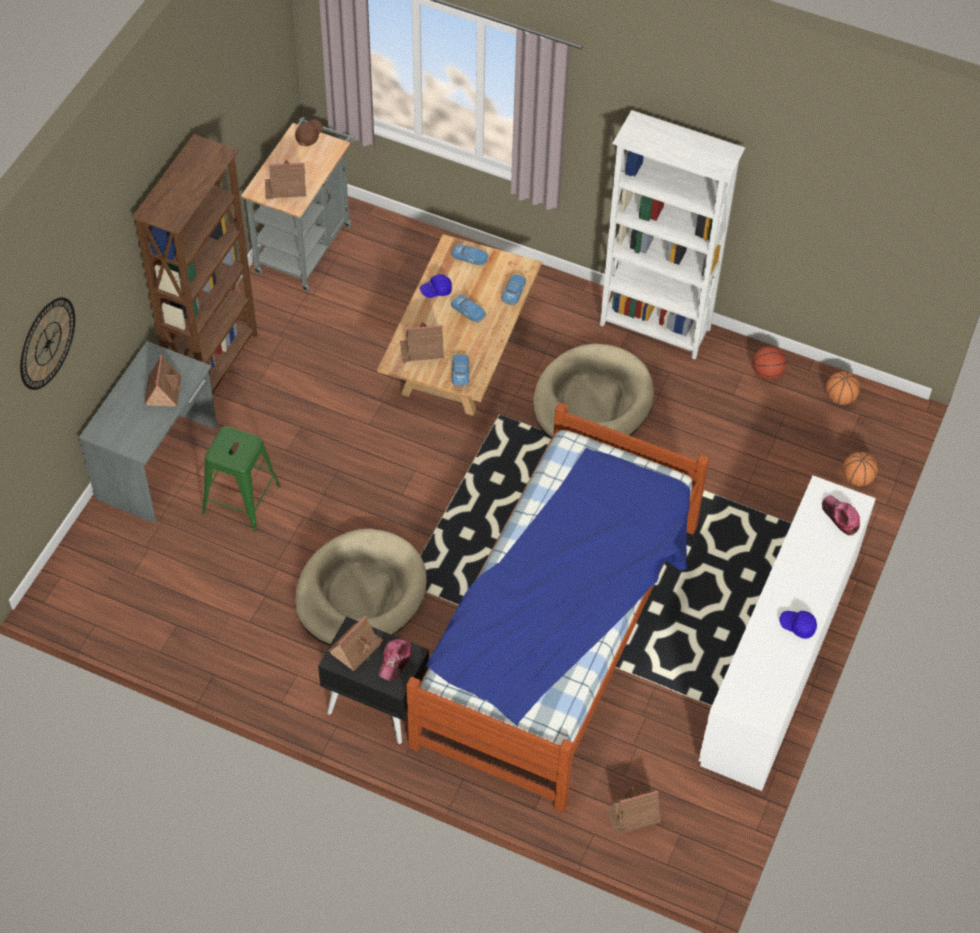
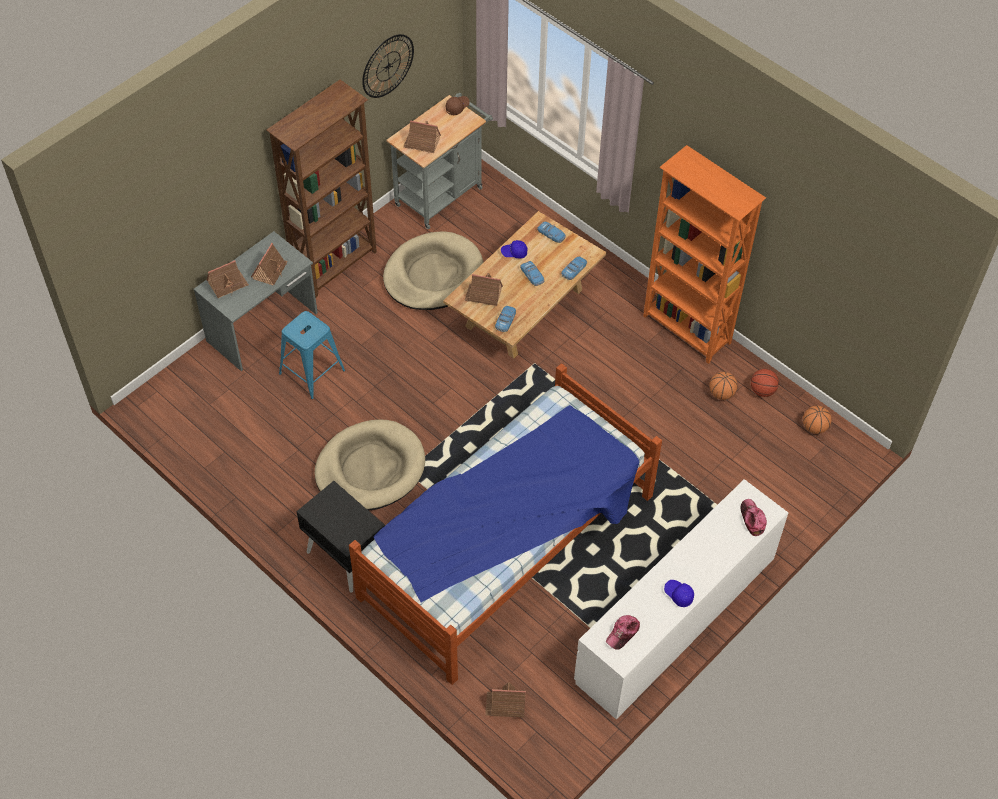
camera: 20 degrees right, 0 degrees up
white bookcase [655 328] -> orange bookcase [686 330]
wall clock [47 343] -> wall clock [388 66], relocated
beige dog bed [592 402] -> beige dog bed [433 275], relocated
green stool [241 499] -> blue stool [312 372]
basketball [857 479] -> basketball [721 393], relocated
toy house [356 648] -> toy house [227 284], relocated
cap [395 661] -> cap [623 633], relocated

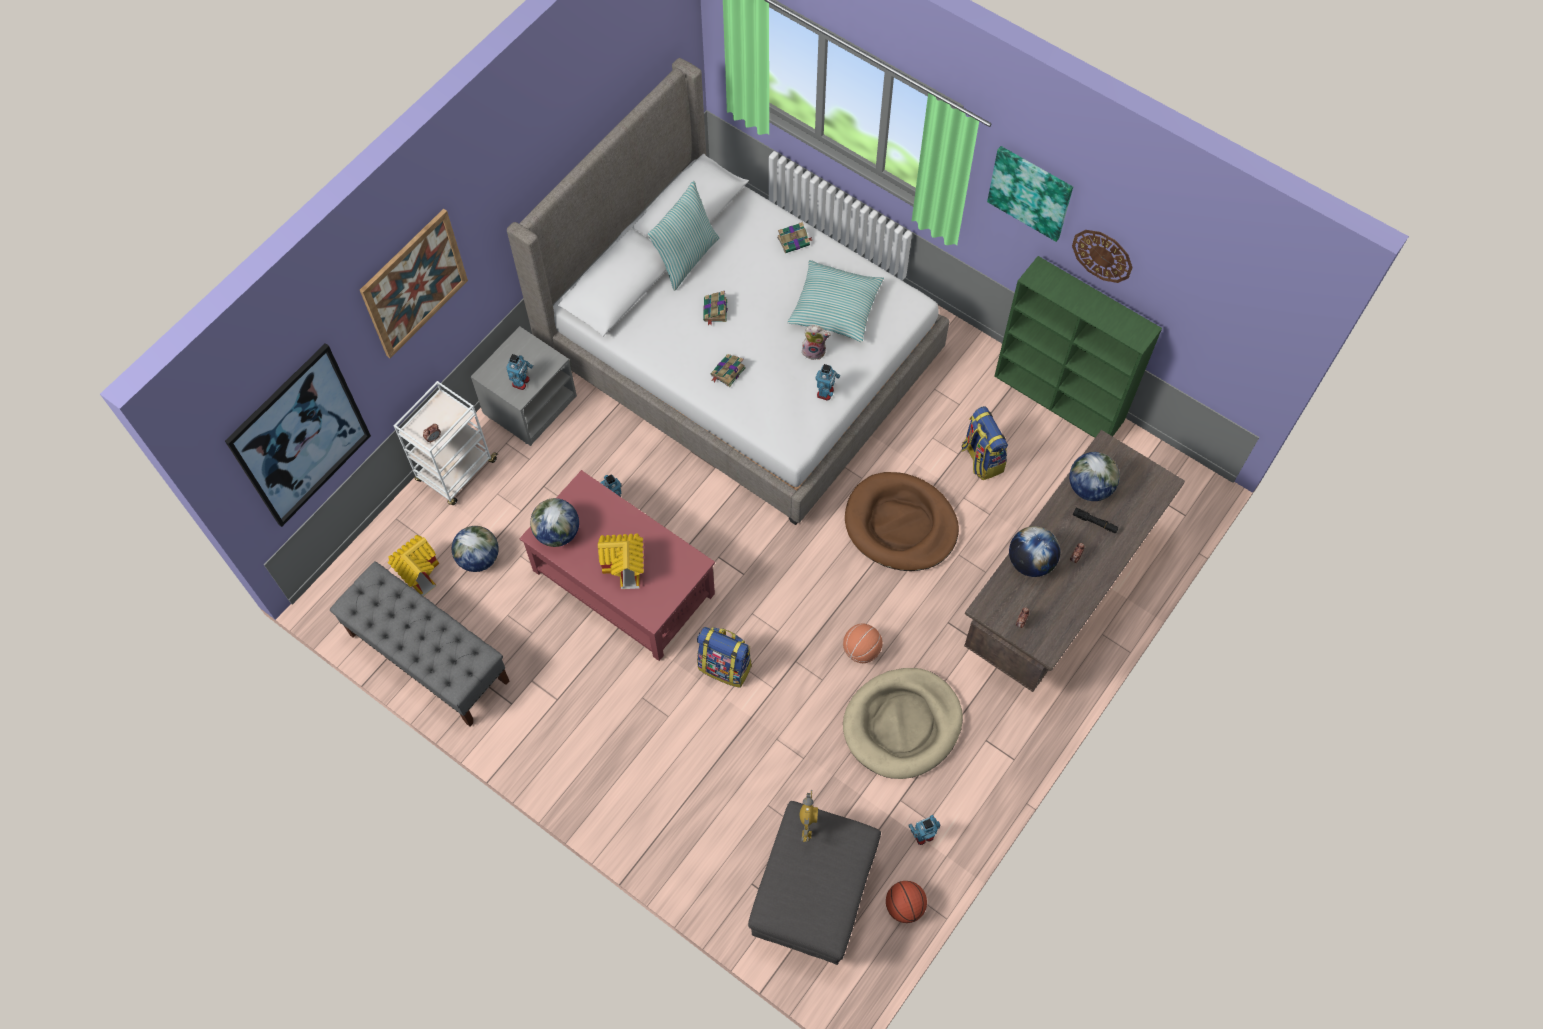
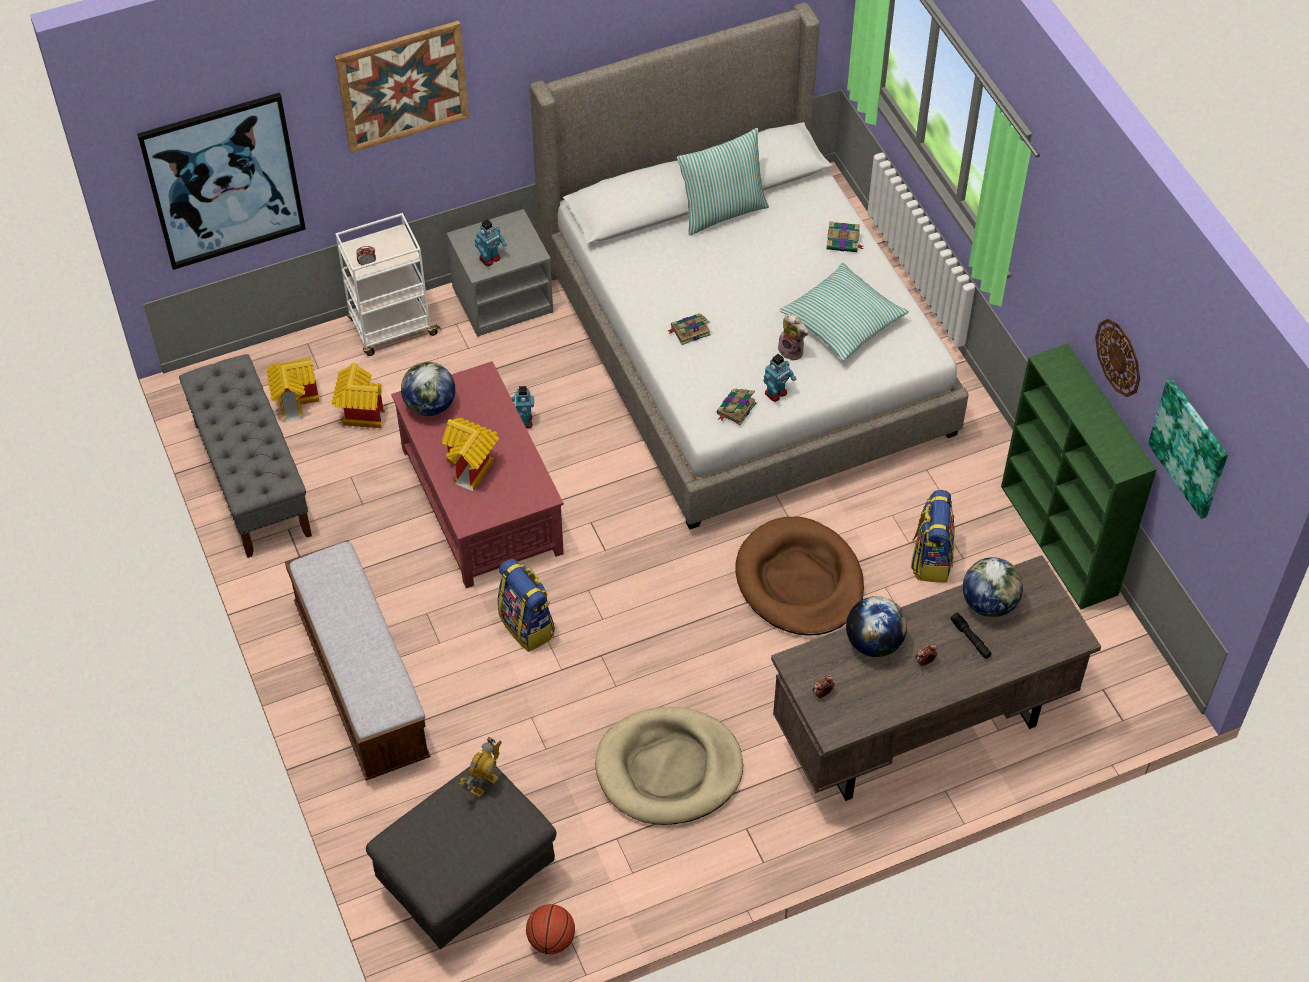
camera: 30 degrees right, 10 degrees down
picture [1030 192] -> picture [1190 447], relocated
book [715 311] -> book [735 409], relocated
globe [478 558] -> toy house [359 413]
basketball [861 650] -> none
toy robot [923 835] -> none
none -> bench [361 682]

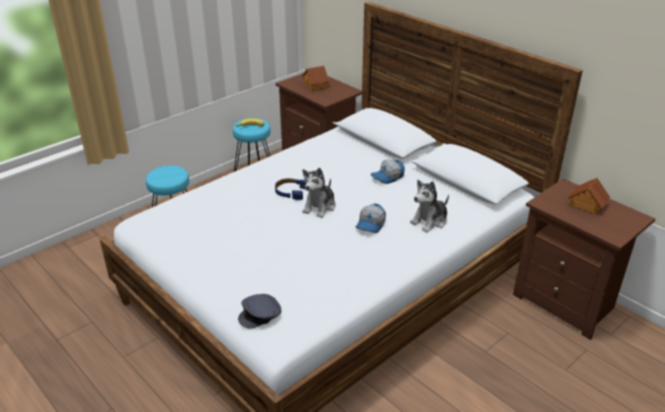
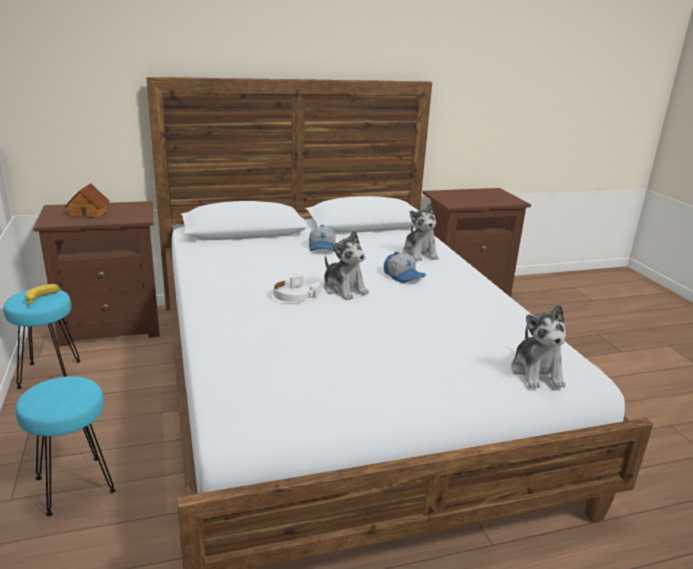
camera: 65 degrees left, 10 degrees down
blue headphones [291 192] -> white headphones [294 295]
toy house [586 205] -> none
grey cap [260 315] -> plush toy [537 372]

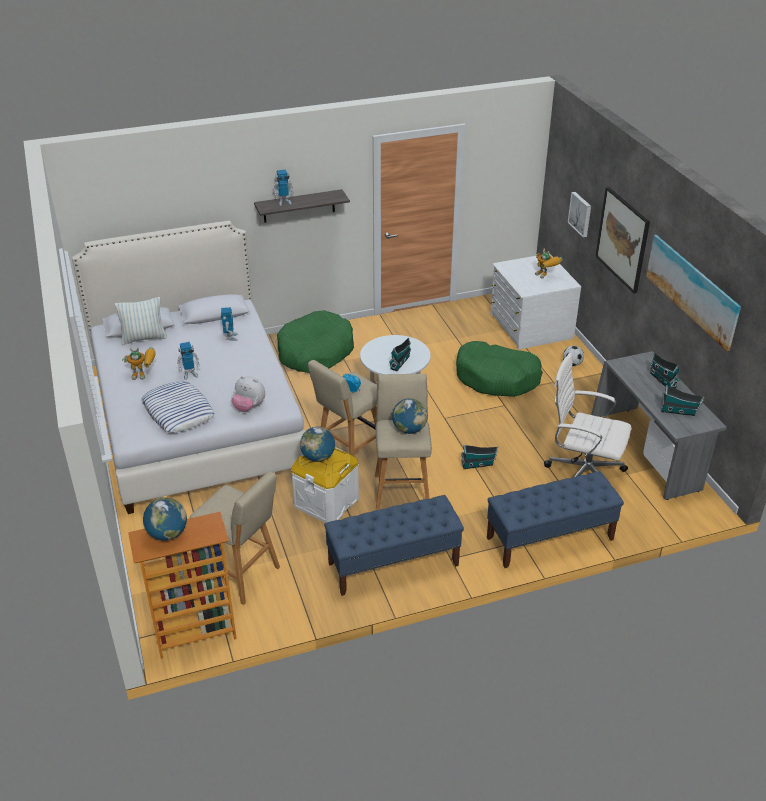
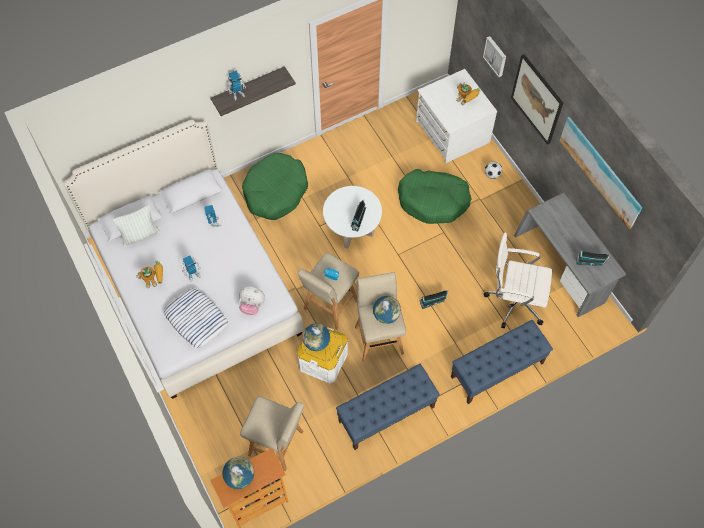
camera: 10 degrees left, 25 degrees up
toy house [662 379] -> none

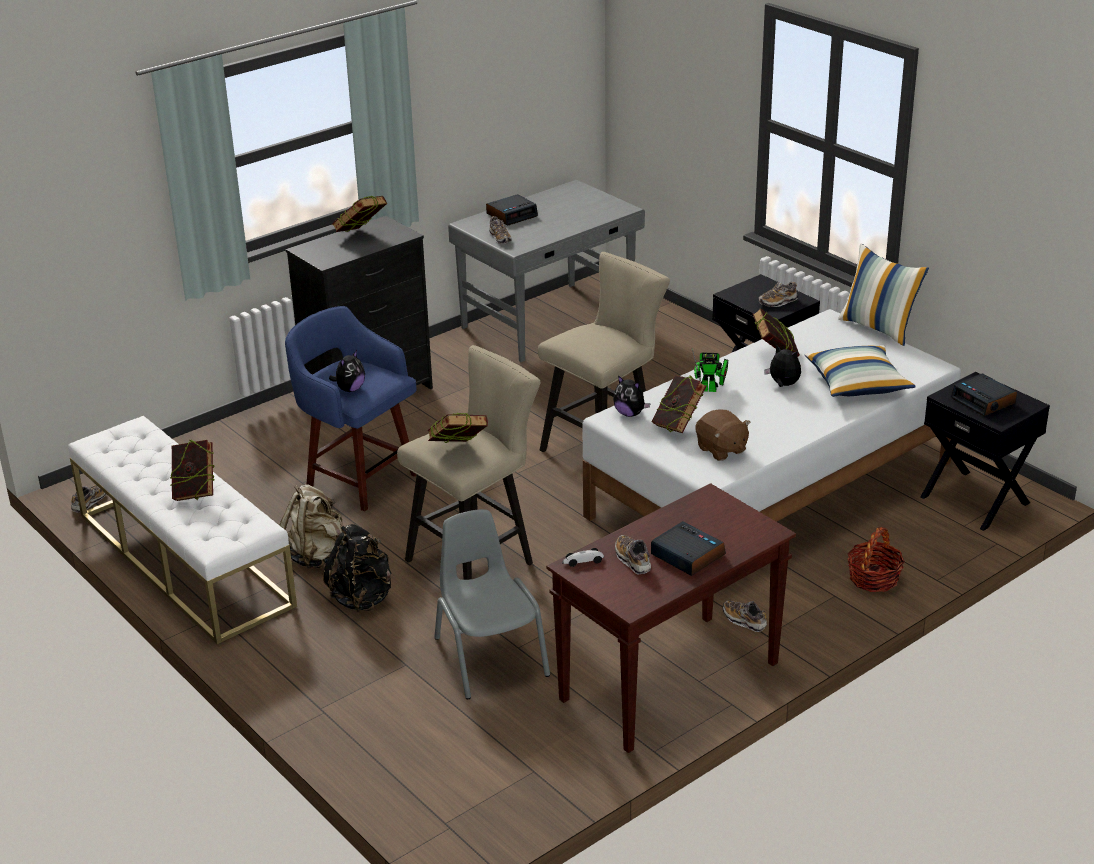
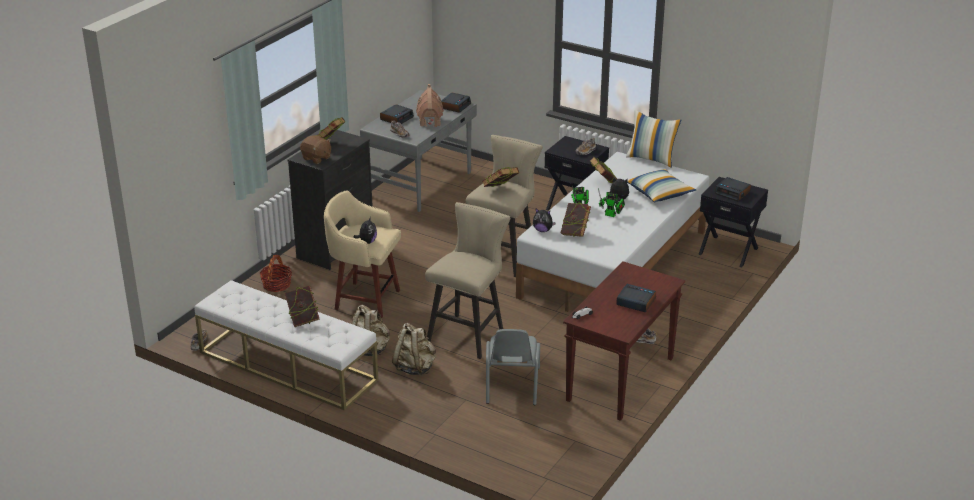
camera: 20 degrees left, 0 degrees up
blue stool [359 479] -> beige stool [365 299]
brown plush toy [721 450] -> brown plush toy [316 158], relocated
book [458 452] -> book [500 190], relocated
grey chair [490 656] -> grey chair [511 385], 135 degrees counterclockwise
black backpack [363 597] -> beige backpack [415 367]
basket [873 578] -> basket [276 285], relocated
shoe [632 560] -> none
none -> toy house [430 122]
none -> alarm clock [455 106]
none -> toy robot [611 215]

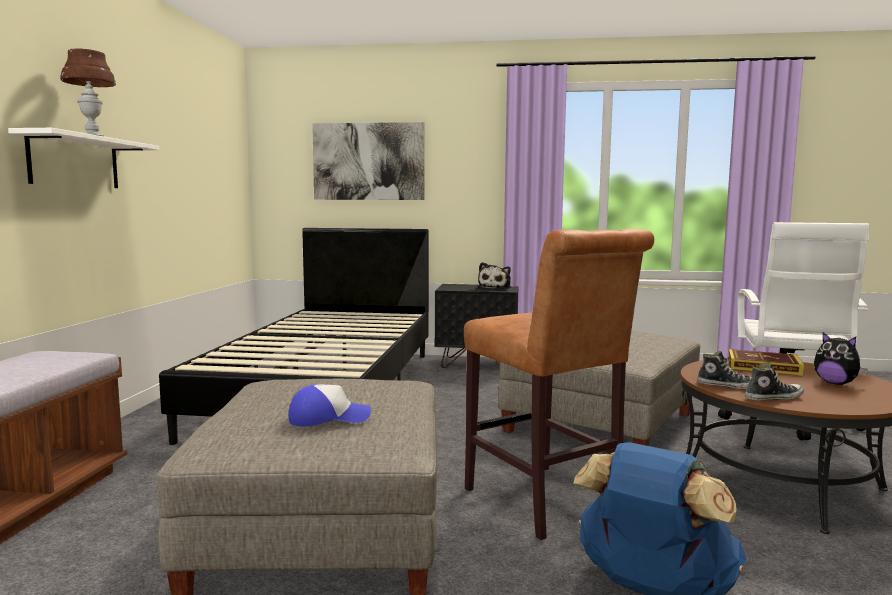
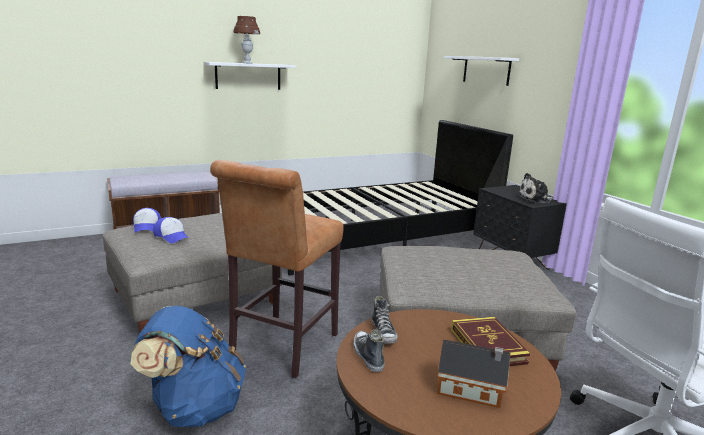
camera: 55 degrees right, 10 degrees up
picture [368 161] -> white shelf [486 70]
plush toy [836 383] -> toy house [472 389]
shoe [773 397] -> shoe [368 355], 150 degrees counterclockwise
none -> cap [147 227]

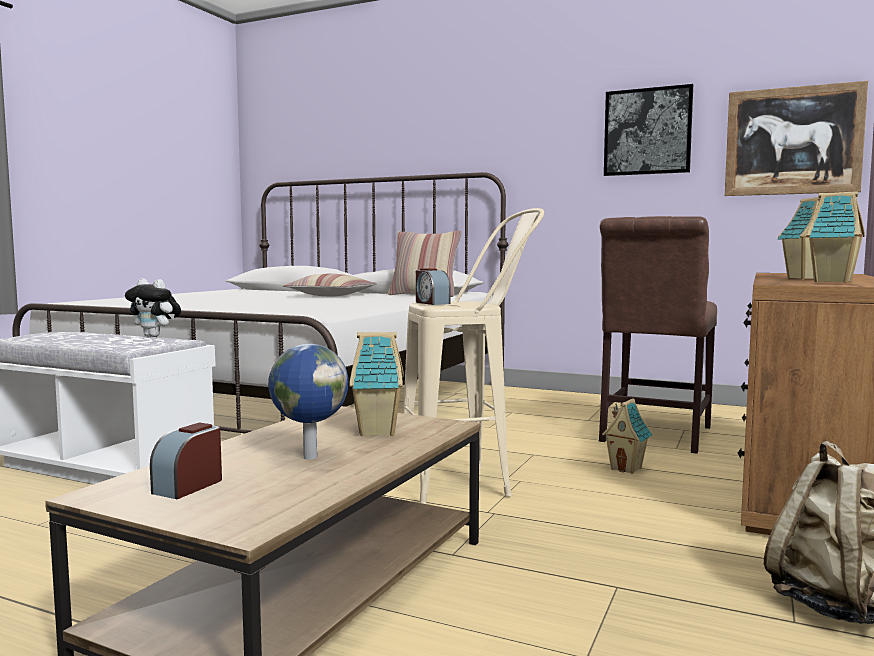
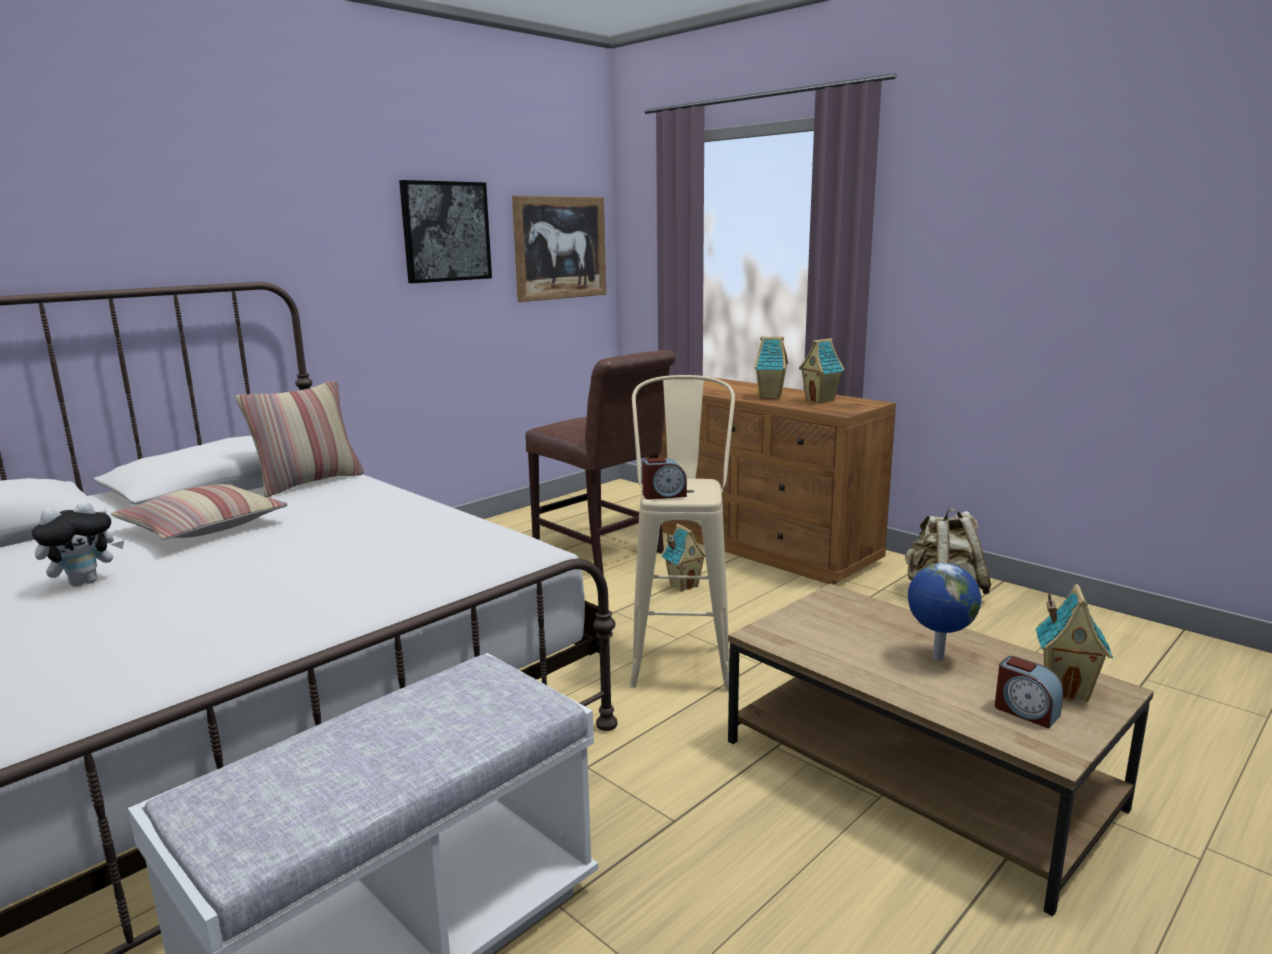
camera: 70 degrees left, 10 degrees up
plush toy [155 336] -> plush toy [85 582], relocated
toy house [379 432] -> toy house [1066 690], relocated

